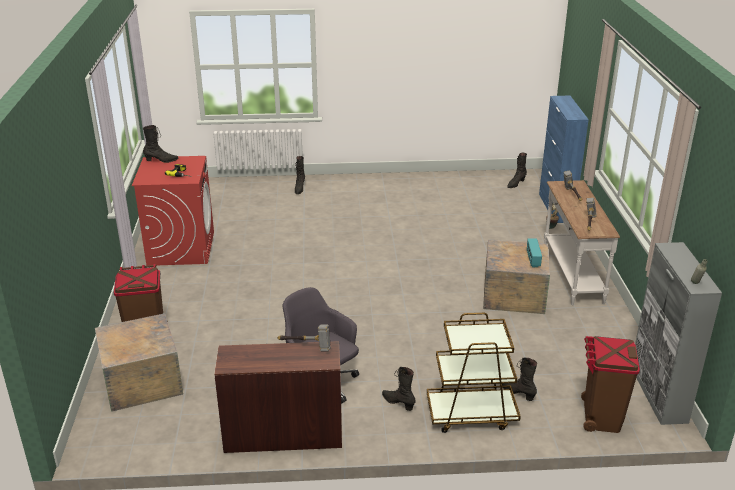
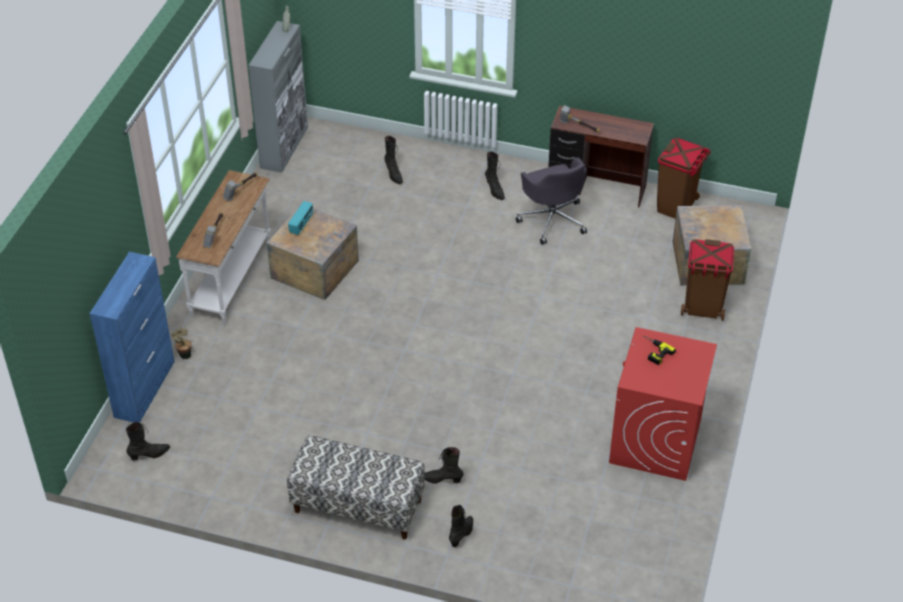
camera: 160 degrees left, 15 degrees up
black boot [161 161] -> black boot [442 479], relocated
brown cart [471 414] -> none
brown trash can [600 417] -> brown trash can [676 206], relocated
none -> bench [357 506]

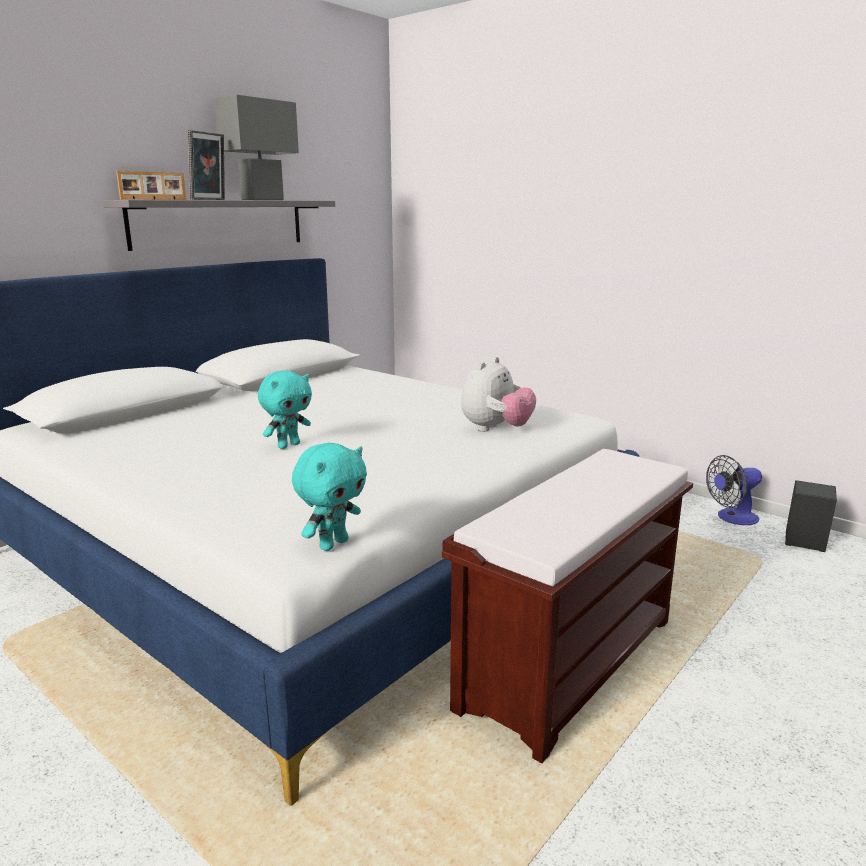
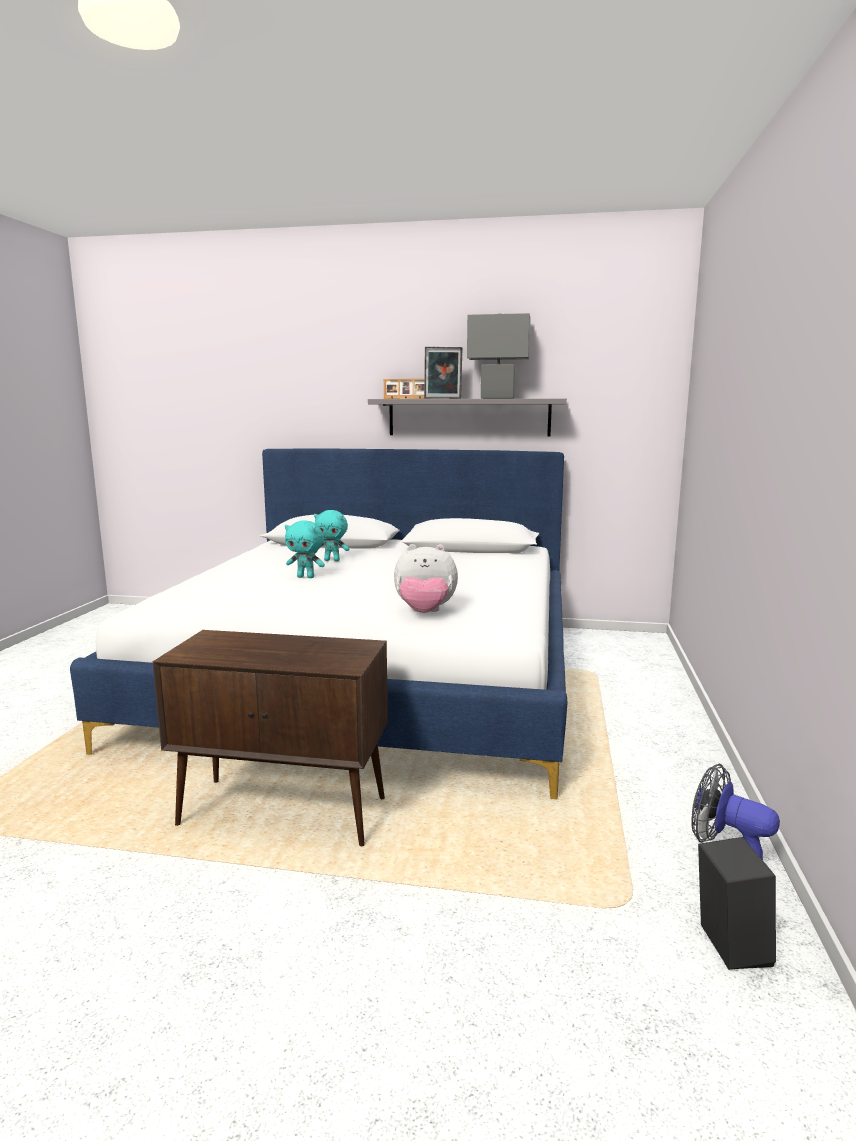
camera: 60 degrees right, 5 degrees down
turquoise plush toy [333 544] -> turquoise plush toy [332 560], relocated
brown bench [569 662] -> brown cabinet [285 812]

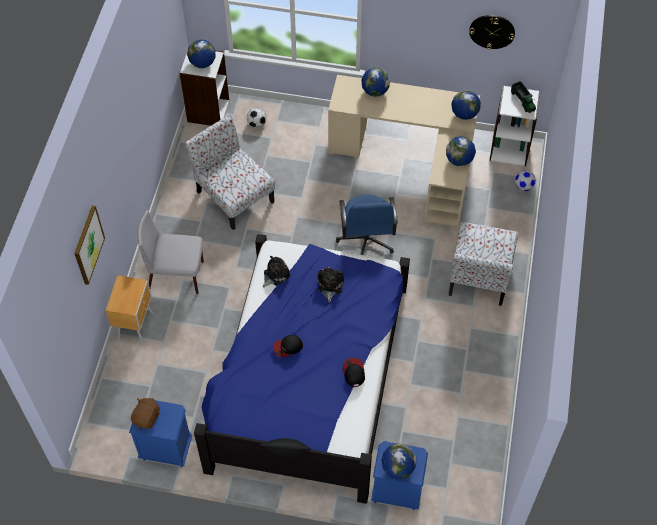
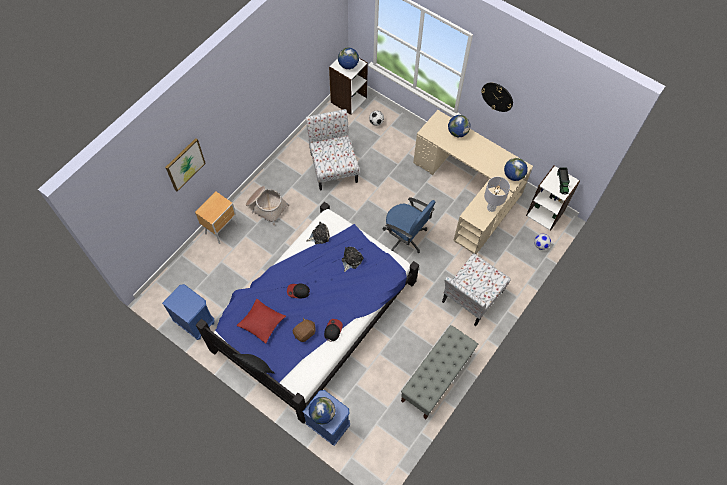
camera: 25 degrees right, 5 degrees up
wall clock [492 31] -> wall clock [497 96], relocated
globe [459 160] -> grey table lamp [491 208]
blue office chair [366 241] -> blue office chair [405 237], 75 degrees counterclockwise
grey chair [177 275] -> basket [266 206]
brown plush toy [147 417] -> brown plush toy [305 333], relocated
none -> red pillow [261 322]
none -> grey bench [436 378]

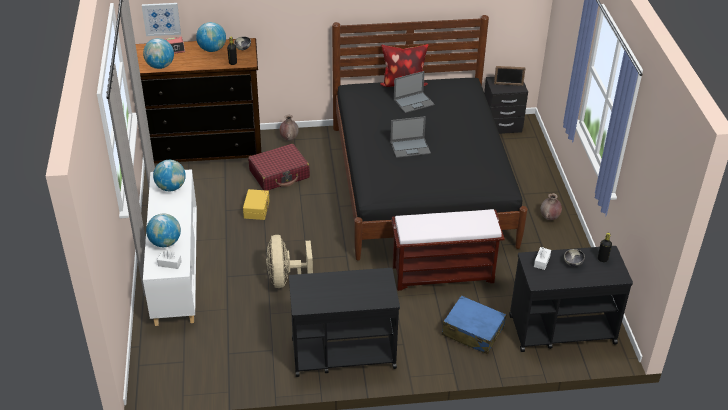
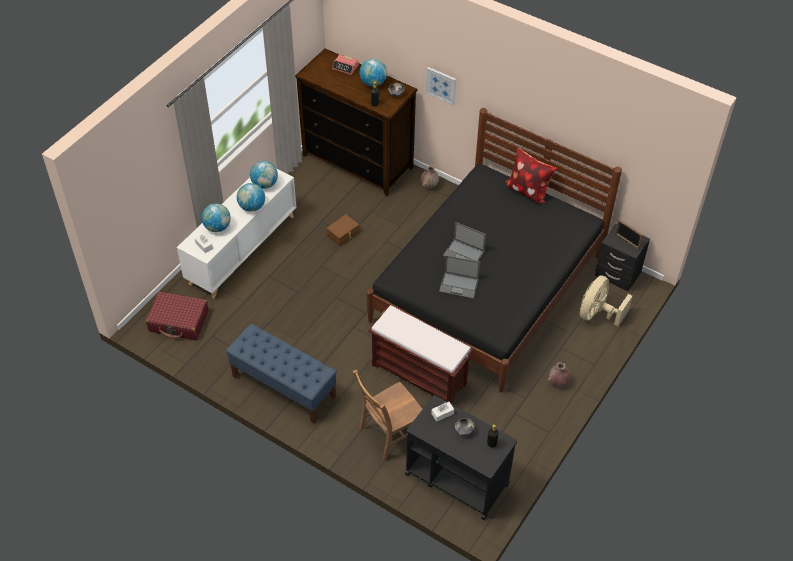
camera: 40 degrees right, 10 degrees up
picture [161 18] -> picture [441 85], relocated
globe [160 66] -> globe [252 207], relocated
laptop [414 102] -> laptop [459 285], relocated
red suitcase [279 174] -> red suitcase [179 321], relocated
yellow storage box [257 209] -> brown storage box [343 234]
beige fan [285 278] -> beige fan [597 314], relocated
black cart [342 353] -> blue bench [283 386]
blue suitcase [472 331] -> brown chair [389 434]

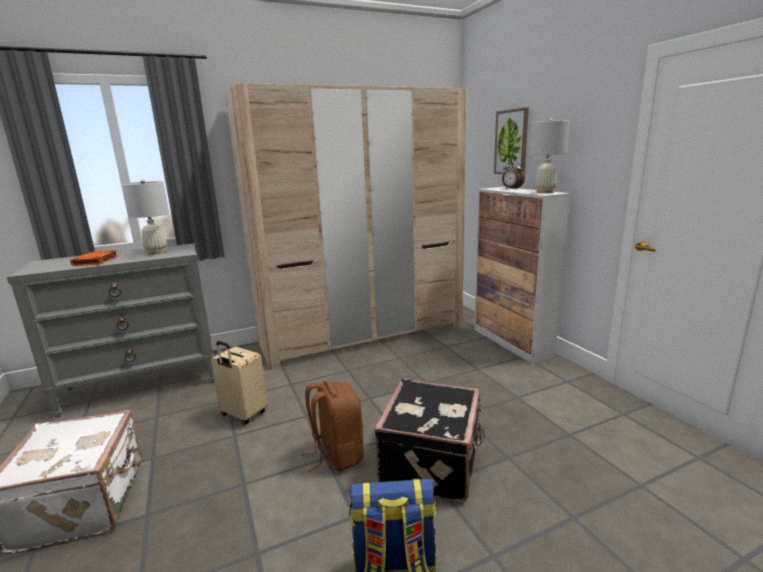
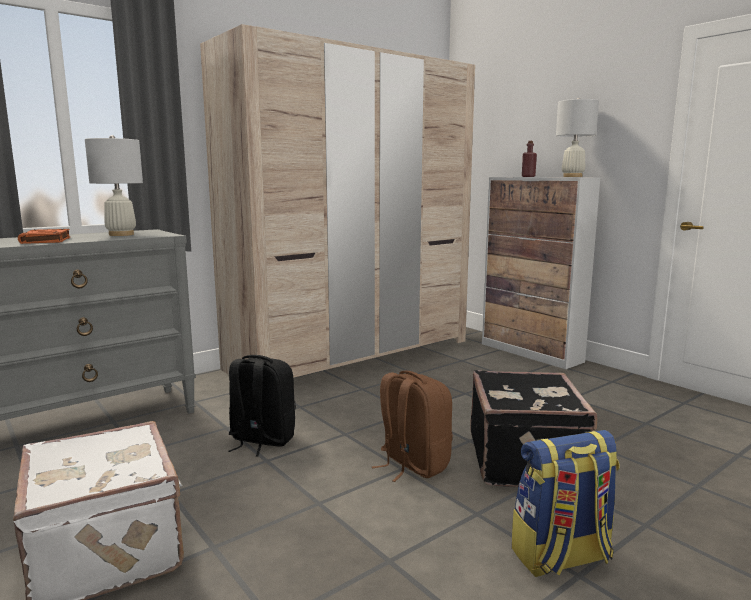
camera: 15 degrees left, 5 degrees down
picture [511 142] -> none
alarm clock [511 189] -> red bottle [528 176]
beige suitcase [243 415] -> black backpack [261 440]

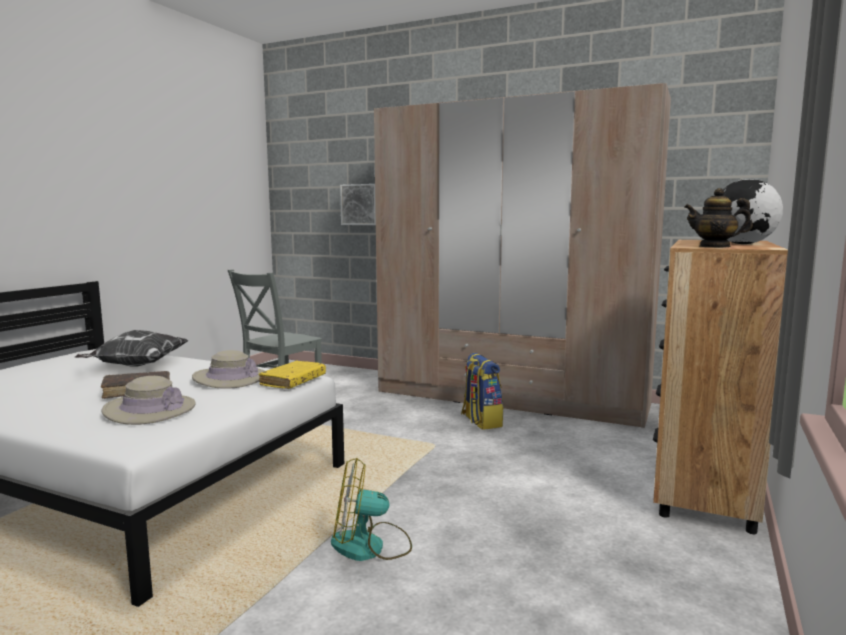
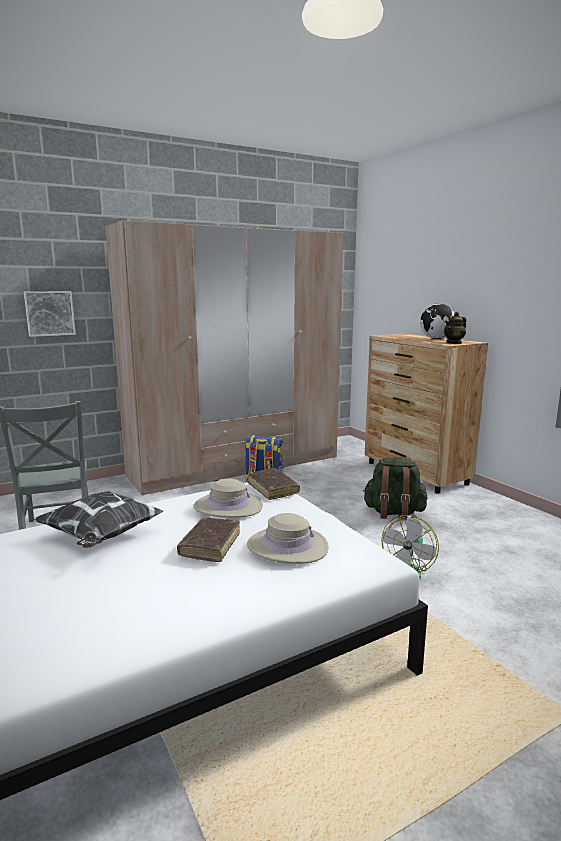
camera: 55 degrees left, 5 degrees up
yellow book [293 381] -> brown book [273 489]
none -> green backpack [393 513]

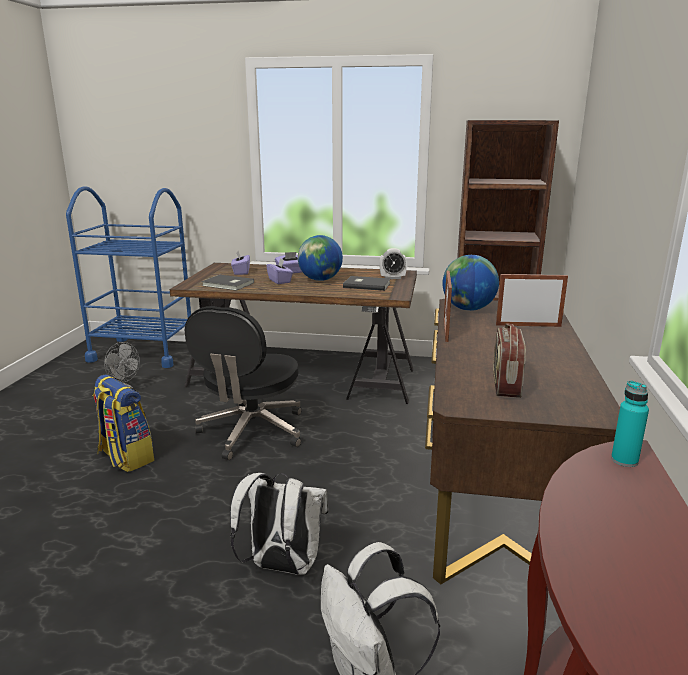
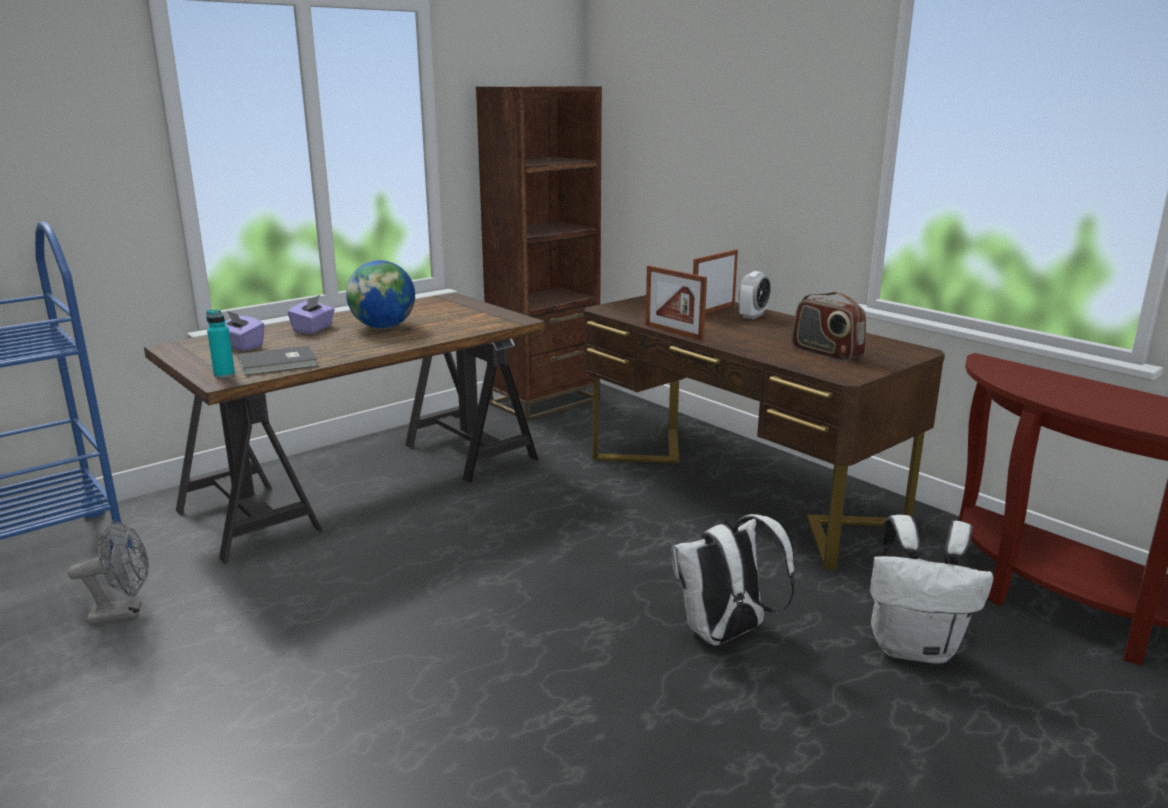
camera: 50 degrees left, 0 degrees up
alarm clock [392 278] -> alarm clock [753 316], relocated
globe [468 309] -> none
purple tissue box [280 281] -> none
grey book [366 285] -> none
black office chair [251 432] -> none
backpack [125 457] -> none
turquoise bottle [624 460] -> turquoise bottle [224 375], relocated

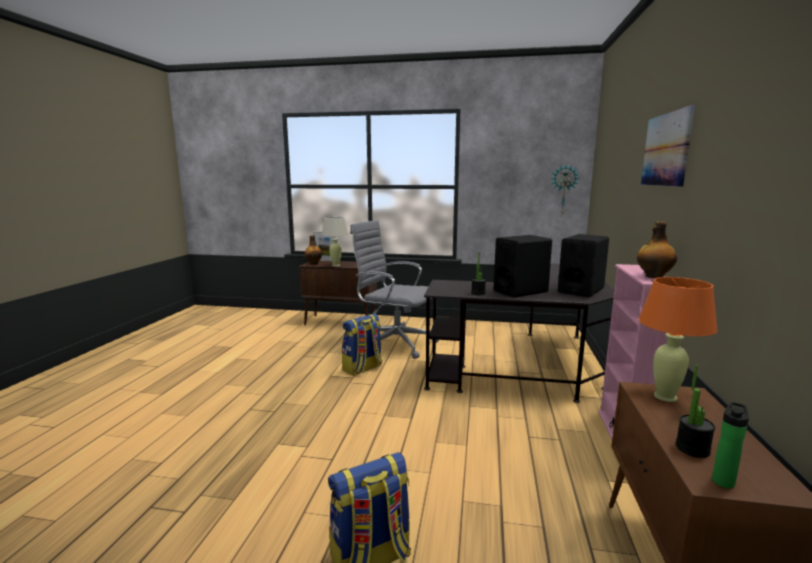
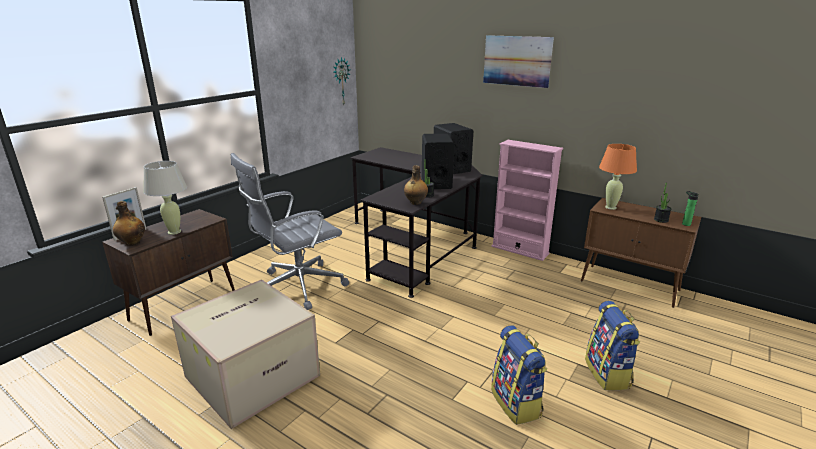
camera: 65 degrees left, 10 degrees up
bottle [653 276] -> bottle [415 203], relocated
backpack [362 369] -> backpack [517 403], relocated
none -> cardboard box [253 374]

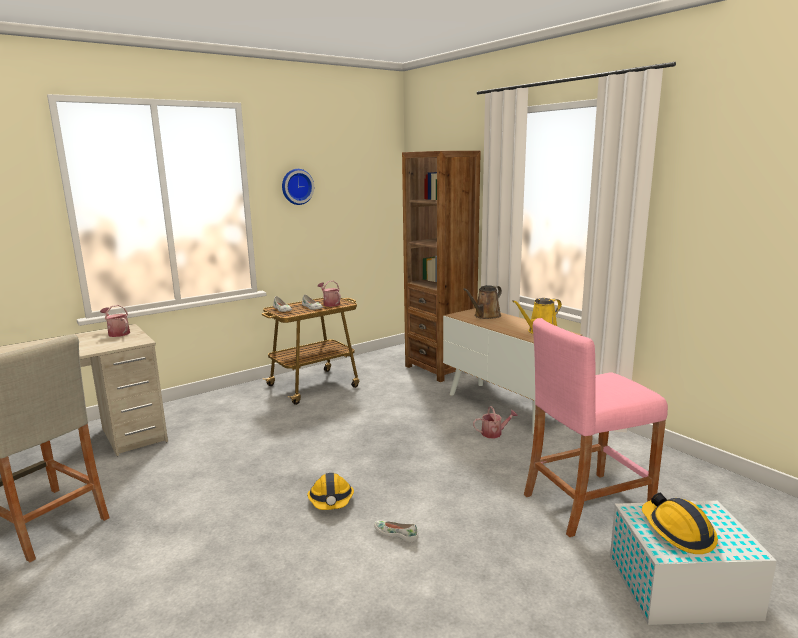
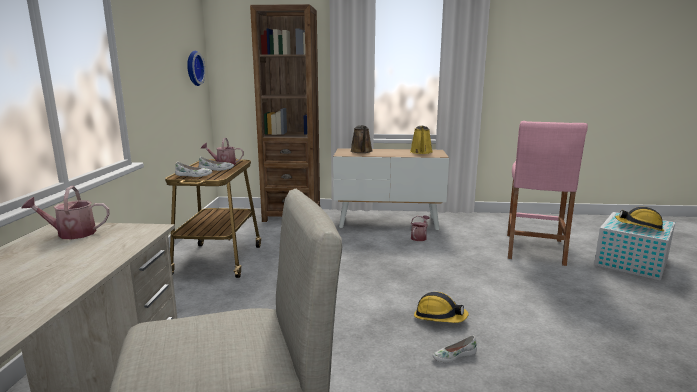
camera: 50 degrees left, 0 degrees up
wall clock [296 186] -> wall clock [193 68], relocated
white shoe [396 533] -> white shoe [454 355], relocated

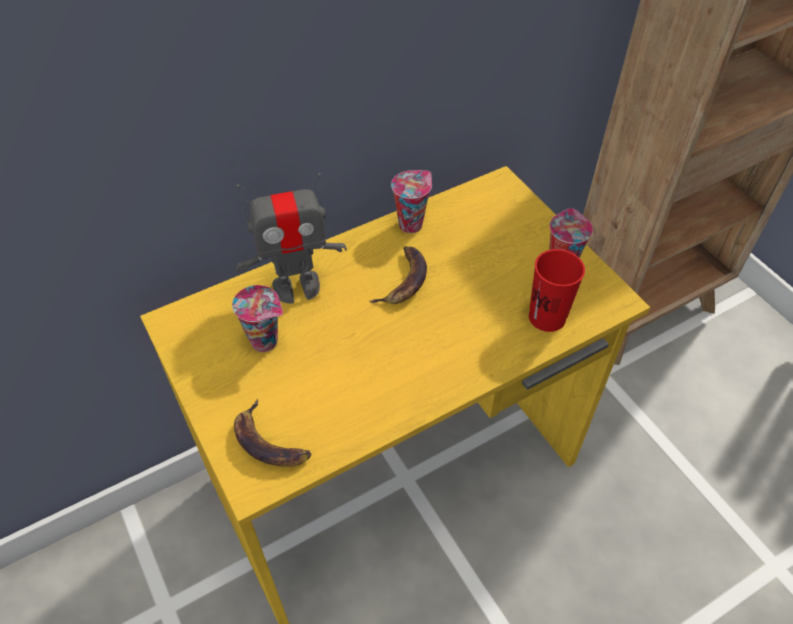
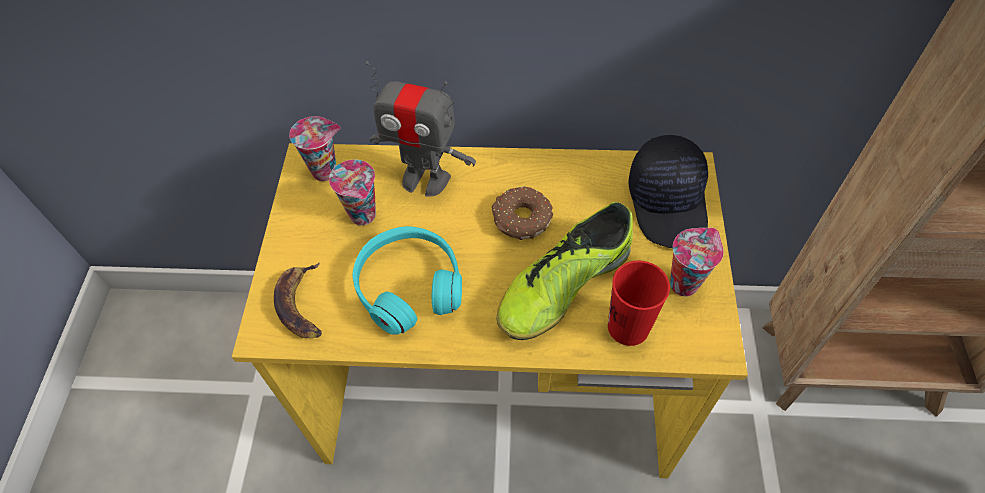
camera: 35 degrees right, 5 degrees up
cup [411 223] -> cup [326 170], relocated
banana [403 280] -> donut [521 219]
none -> black cap [669 203]
none -> shoe [564 285]
none -> turquoise headphones [409 286]

